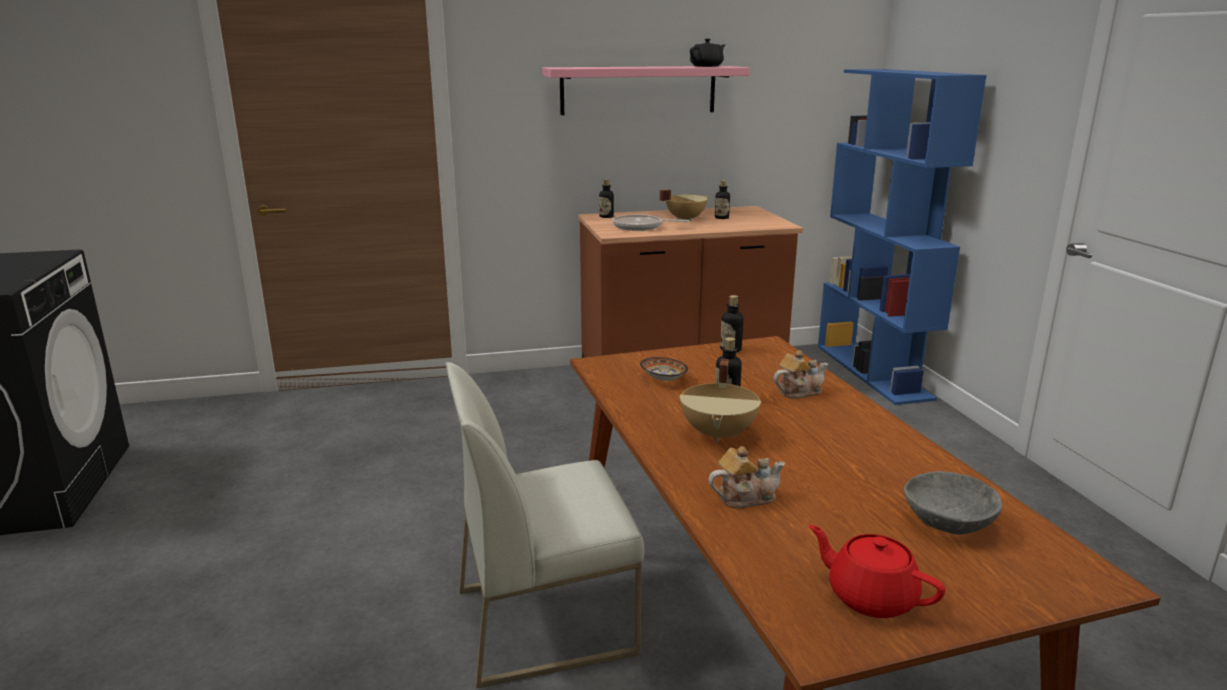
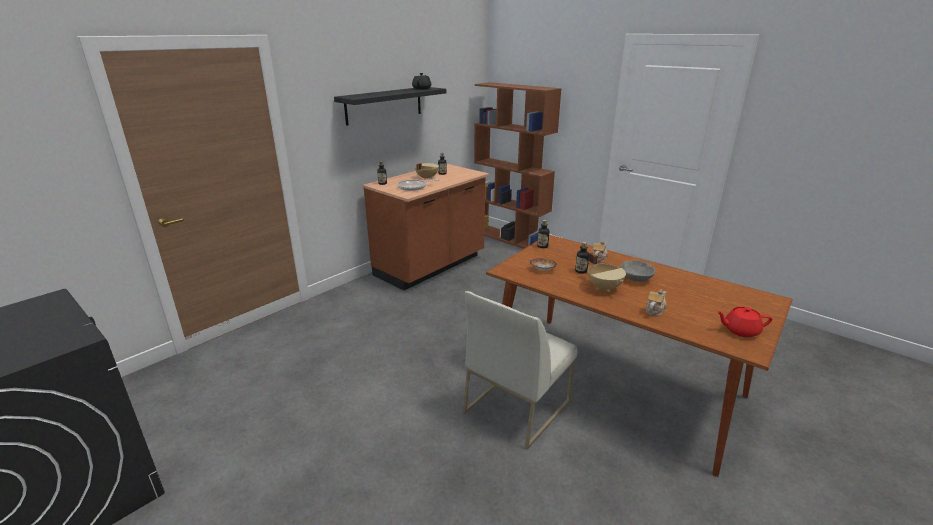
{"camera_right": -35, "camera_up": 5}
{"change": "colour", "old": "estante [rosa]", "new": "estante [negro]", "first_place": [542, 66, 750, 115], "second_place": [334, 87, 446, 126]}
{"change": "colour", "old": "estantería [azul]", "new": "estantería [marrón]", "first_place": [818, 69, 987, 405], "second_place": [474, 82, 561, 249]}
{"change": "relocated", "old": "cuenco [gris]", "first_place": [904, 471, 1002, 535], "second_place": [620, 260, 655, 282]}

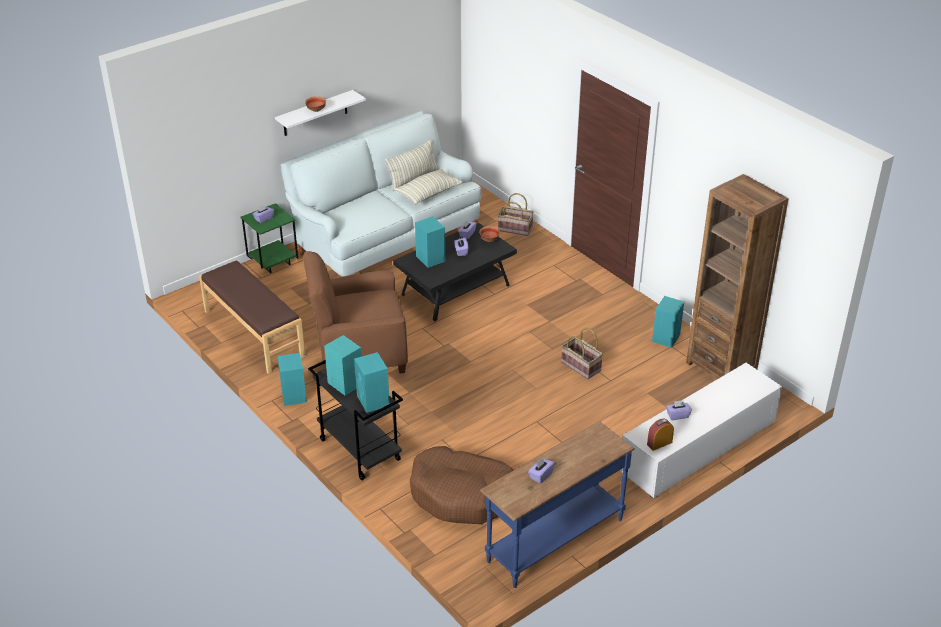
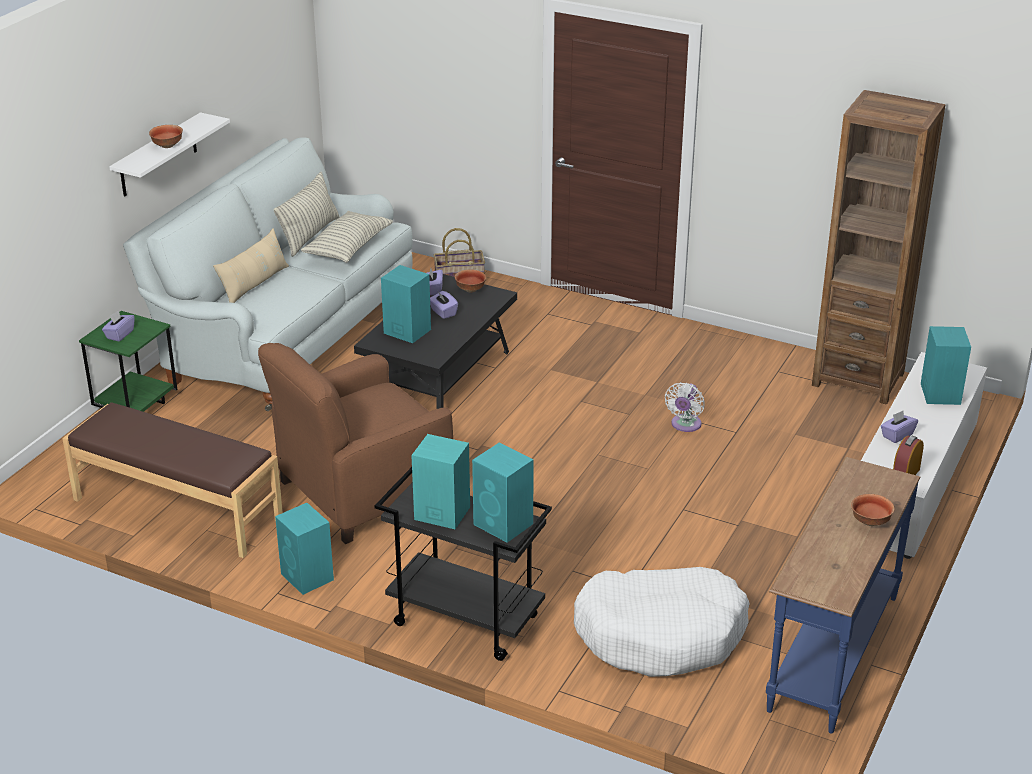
{"camera_right": -25, "camera_up": -5}
{"change": "colour", "old": "cama para perro [marrón]", "new": "cama para perro [blanco]", "first_place": [410, 446, 514, 524], "second_place": [574, 567, 750, 677]}
{"change": "missing", "old": "caja de pañuelos [morado]", "first_place": [528, 458, 555, 484]}
{"change": "exchanged", "old": "cesta", "new": "ventilador [blanco]", "first_place": [561, 328, 603, 379], "second_place": [665, 382, 705, 432]}
{"change": "relocated", "old": "altavoz [turquesa]", "first_place": [652, 296, 684, 348], "second_place": [921, 326, 971, 405]}
{"change": "appeared", "new": "cojín [beis]", "second_place": [213, 228, 289, 303]}
{"change": "appeared", "new": "cuenco", "second_place": [851, 494, 895, 526]}

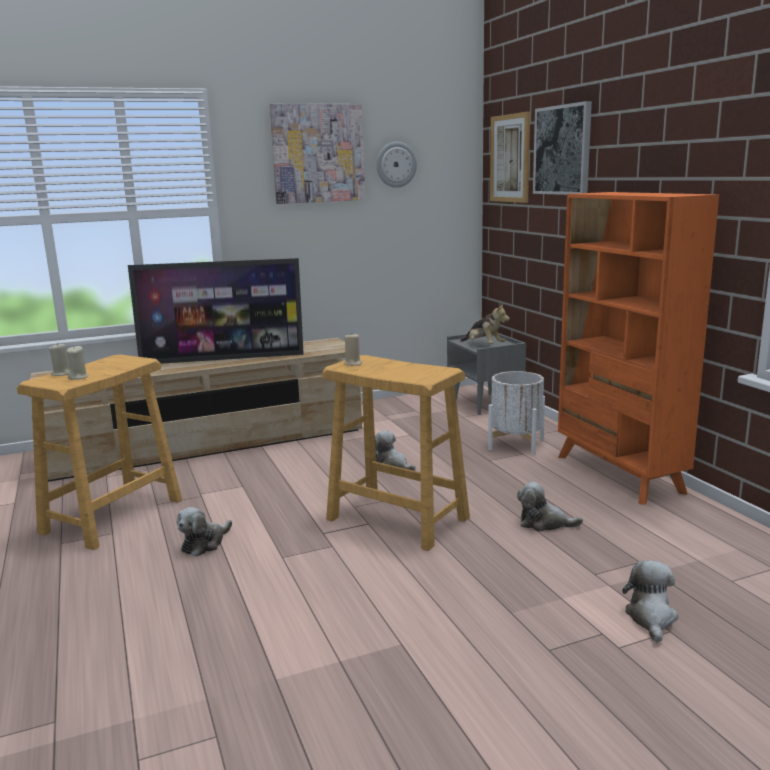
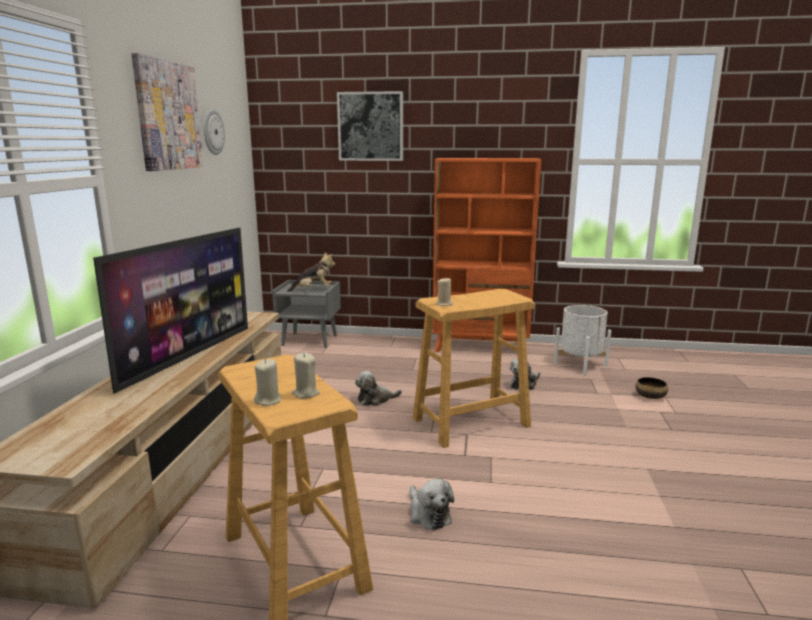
{"camera_right": -60, "camera_up": 0}
{"change": "relocated", "old": "maceta [blanco]", "first_place": [488, 371, 545, 455], "second_place": [554, 305, 611, 375]}
{"change": "missing", "old": "cuadro", "first_place": [490, 111, 530, 203]}
{"change": "exchanged", "old": "peluche", "new": "cuenco", "first_place": [622, 560, 678, 643], "second_place": [635, 377, 668, 399]}

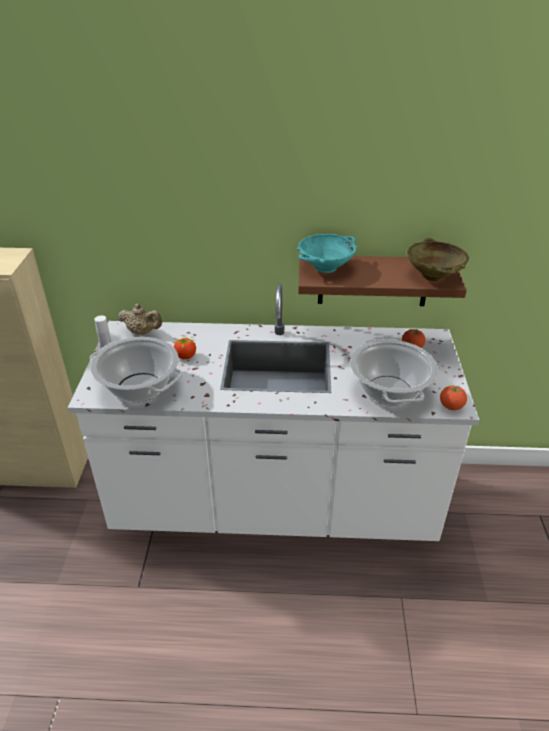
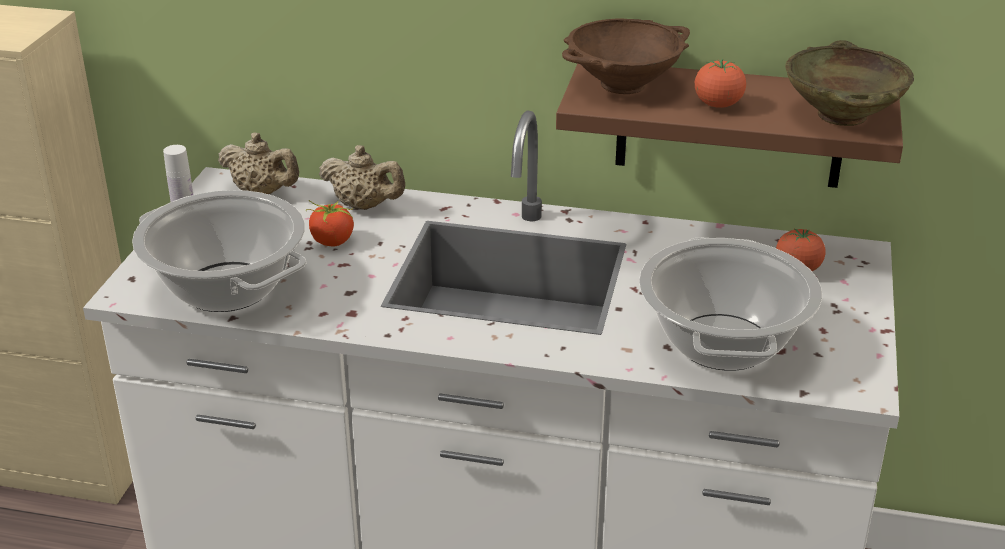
{"camera_right": 10, "camera_up": -5}
{"change": "colour", "old": "cuenco [turquesa]", "new": "cuenco [marrón]", "first_place": [297, 234, 358, 273], "second_place": [562, 19, 690, 94]}
{"change": "relocated", "old": "tomate", "first_place": [440, 385, 467, 410], "second_place": [695, 59, 746, 108]}
{"change": "appeared", "new": "tetera [beis]", "second_place": [319, 145, 405, 210]}

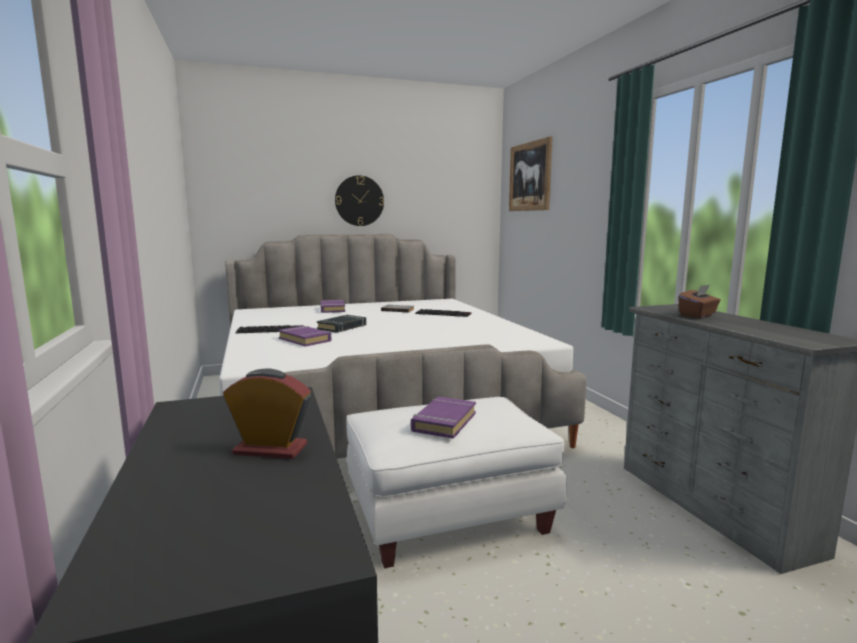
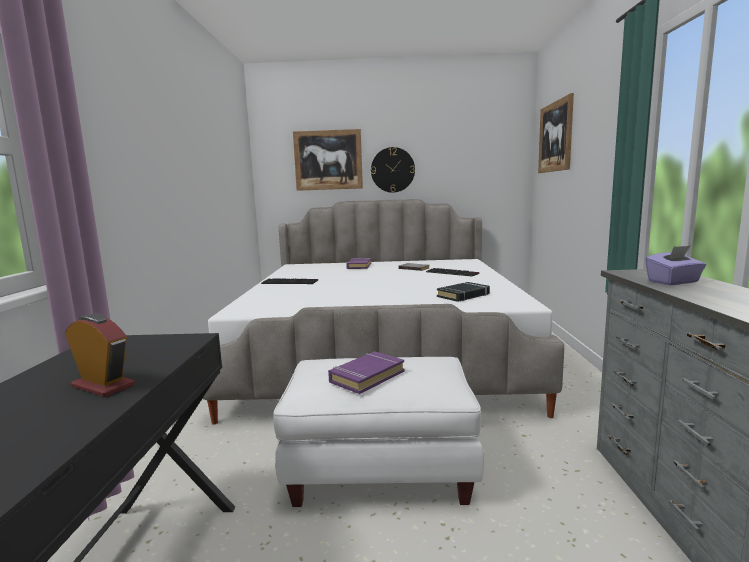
{"camera_right": 20, "camera_up": 0}
{"change": "missing", "old": "libro [morado]", "first_place": [278, 326, 331, 347]}
{"change": "relocated", "old": "libro [negro]", "first_place": [317, 315, 366, 333], "second_place": [437, 282, 490, 302]}
{"change": "colour", "old": "caja de pañuelos [marrón]", "new": "caja de pañuelos [morado]", "first_place": [678, 285, 721, 318], "second_place": [645, 245, 706, 285]}
{"change": "appeared", "new": "cuadro", "second_place": [293, 129, 363, 191]}

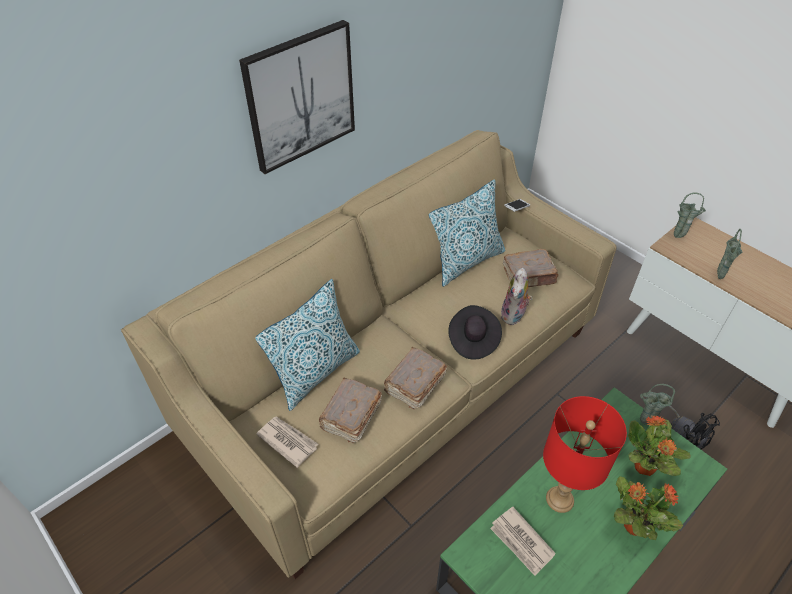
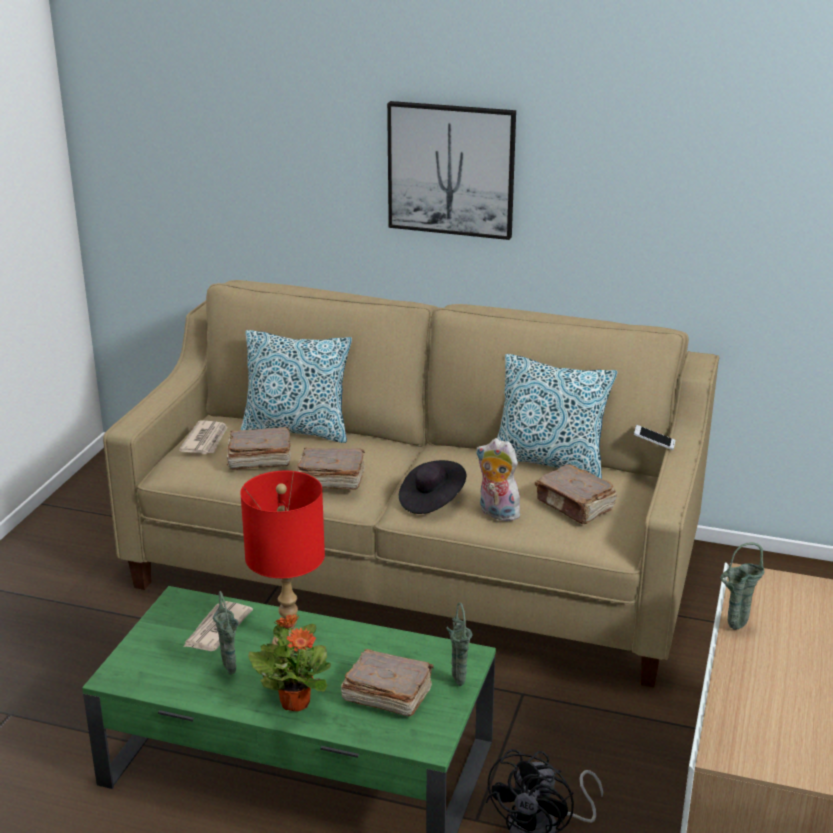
{"camera_right": 60, "camera_up": -20}
{"change": "spun", "old": "peluche", "first_place": [501, 267, 533, 325], "second_place": [476, 438, 520, 521], "degrees": 45}
{"change": "exchanged", "old": "planta en maceta", "new": "libro [marrón]", "first_place": [628, 416, 691, 476], "second_place": [341, 649, 434, 717]}
{"change": "relocated", "old": "florero [verde]", "first_place": [674, 193, 706, 238], "second_place": [213, 591, 239, 675]}

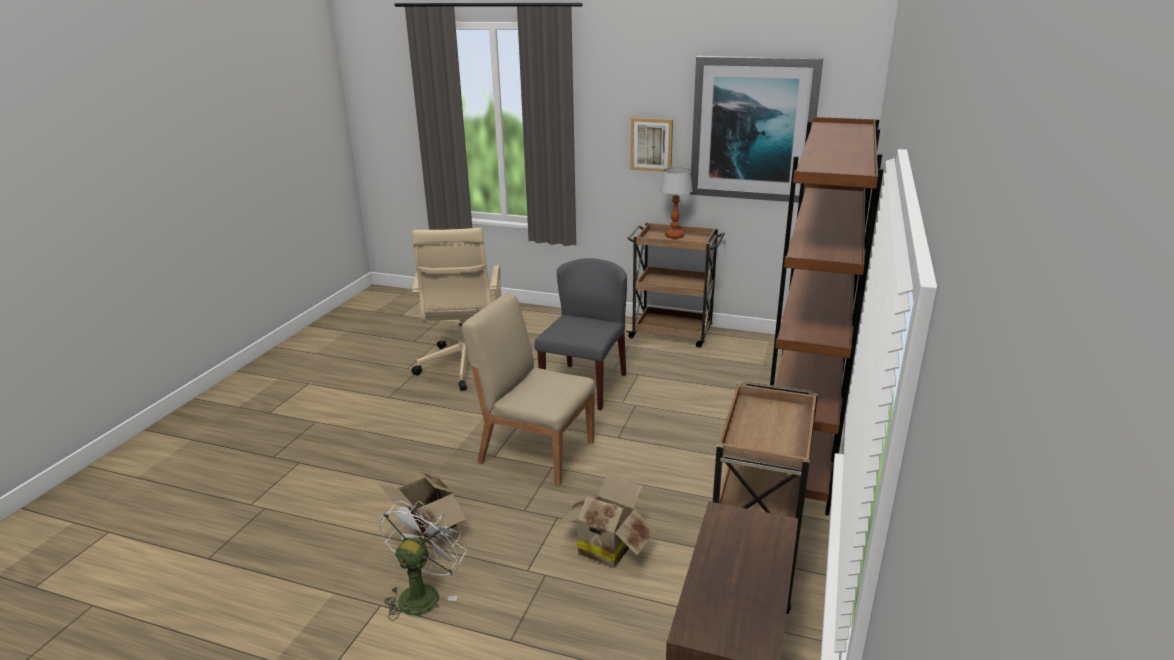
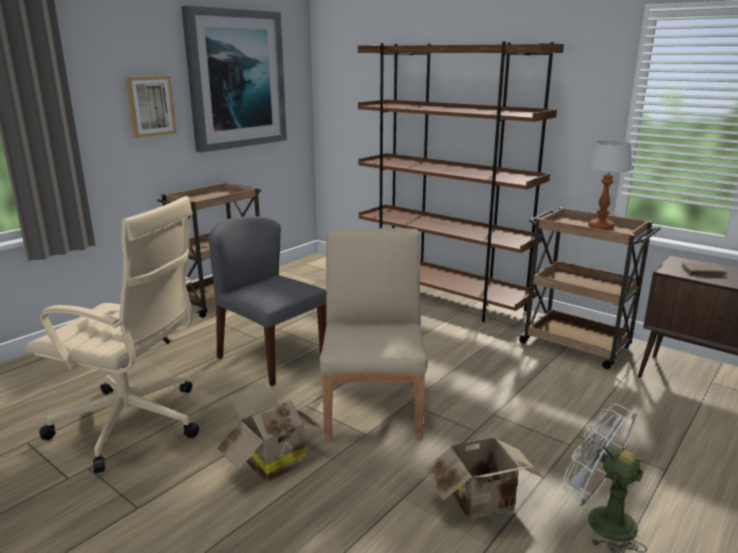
{"camera_right": -70, "camera_up": -5}
{"change": "spun", "old": "silla [beis]", "first_place": [462, 293, 595, 486], "second_place": [320, 228, 428, 439], "degrees": 135}
{"change": "relocated", "old": "caja de cartón", "first_place": [557, 474, 655, 568], "second_place": [217, 382, 326, 482]}
{"change": "relocated", "old": "lámpara de mesa", "first_place": [660, 167, 693, 239], "second_place": [587, 140, 632, 230]}
{"change": "appeared", "new": "libro [marrón]", "second_place": [681, 263, 729, 275]}

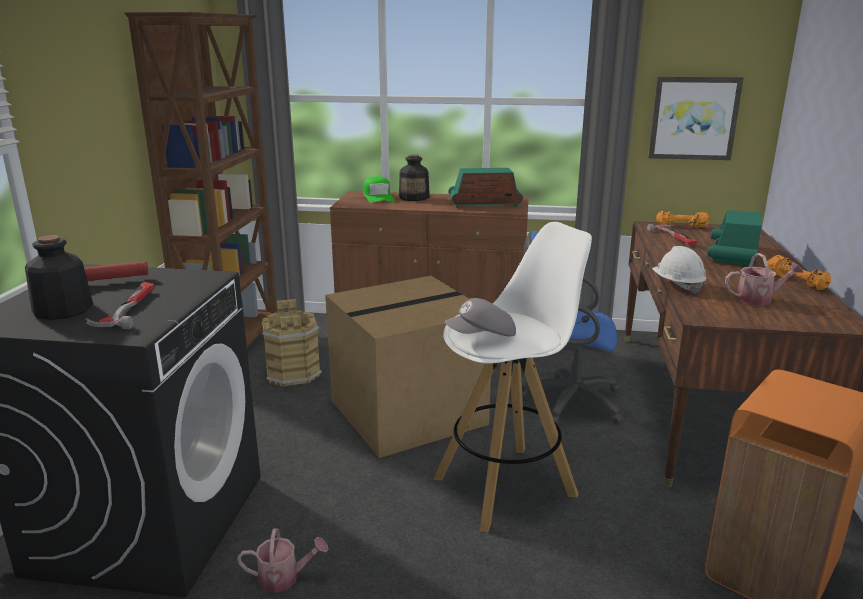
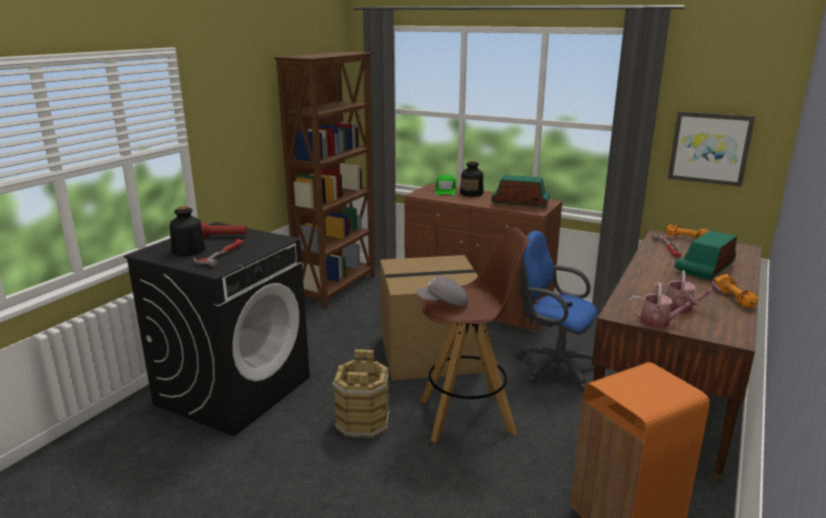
{"camera_right": 20, "camera_up": 0}
{"change": "relocated", "old": "regadera", "first_place": [237, 528, 329, 593], "second_place": [628, 283, 699, 328]}
{"change": "relocated", "old": "cubo [marrón]", "first_place": [262, 299, 322, 387], "second_place": [332, 349, 389, 438]}
{"change": "colour", "old": "taburete [blanco]", "new": "taburete [marrón]", "first_place": [433, 222, 592, 533], "second_place": [419, 228, 530, 443]}
{"change": "missing", "old": "casco [blanco]", "first_place": [652, 246, 706, 294]}

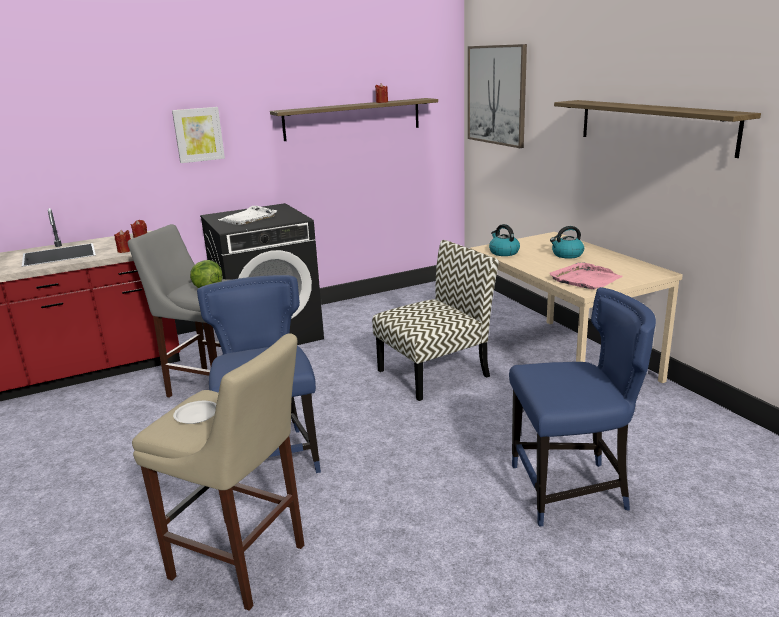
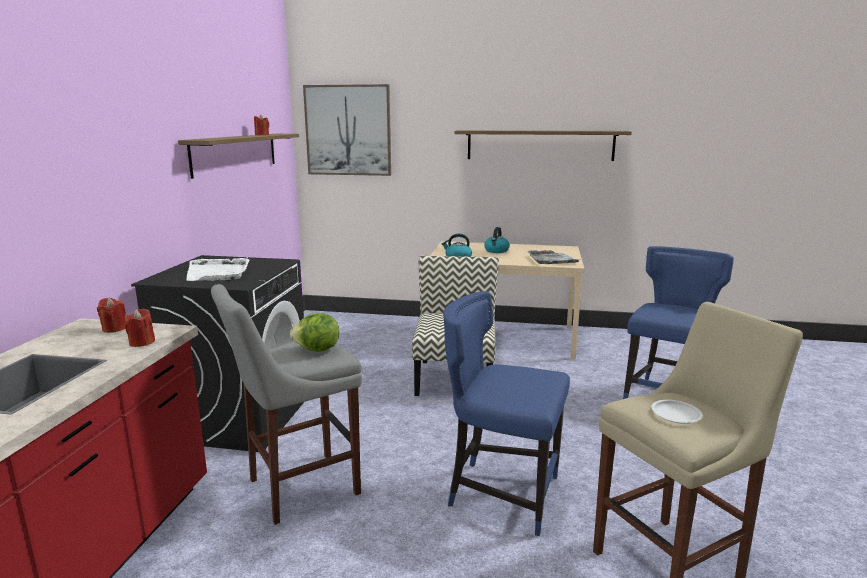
{"camera_right": -55, "camera_up": -5}
{"change": "missing", "old": "cuadro", "first_place": [172, 107, 225, 163]}
{"change": "colour", "old": "bandeja [rosa]", "new": "bandeja [gris]", "first_place": [550, 262, 622, 290], "second_place": [527, 250, 579, 264]}

